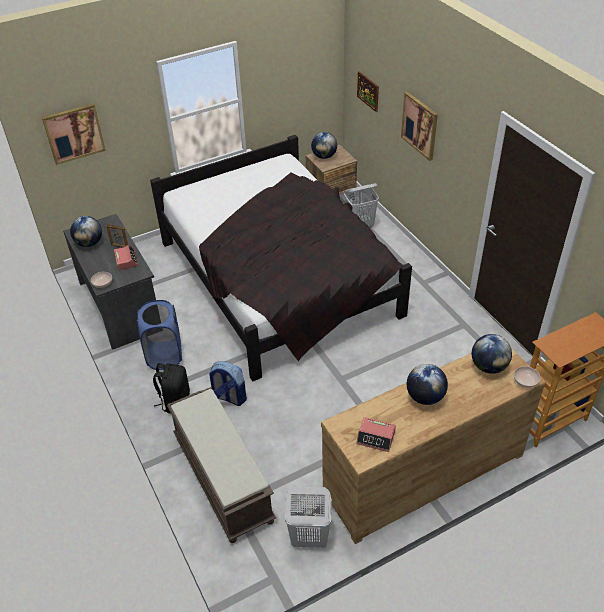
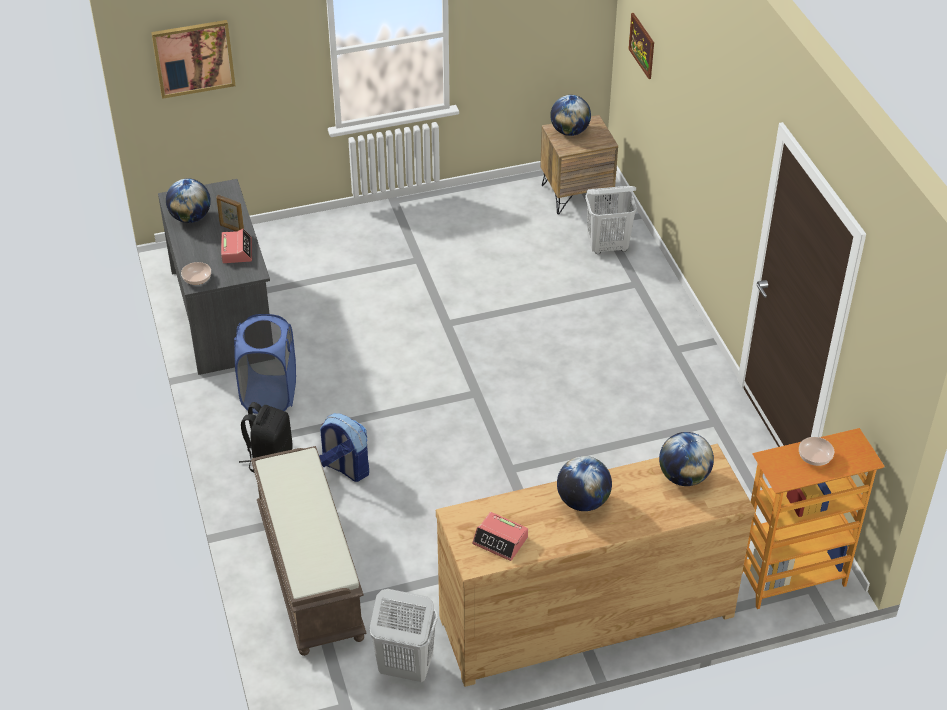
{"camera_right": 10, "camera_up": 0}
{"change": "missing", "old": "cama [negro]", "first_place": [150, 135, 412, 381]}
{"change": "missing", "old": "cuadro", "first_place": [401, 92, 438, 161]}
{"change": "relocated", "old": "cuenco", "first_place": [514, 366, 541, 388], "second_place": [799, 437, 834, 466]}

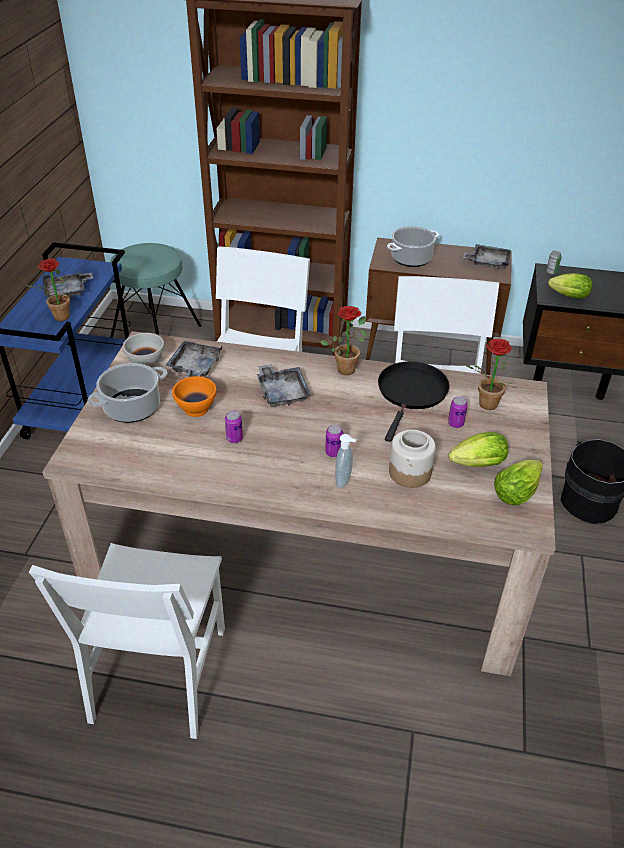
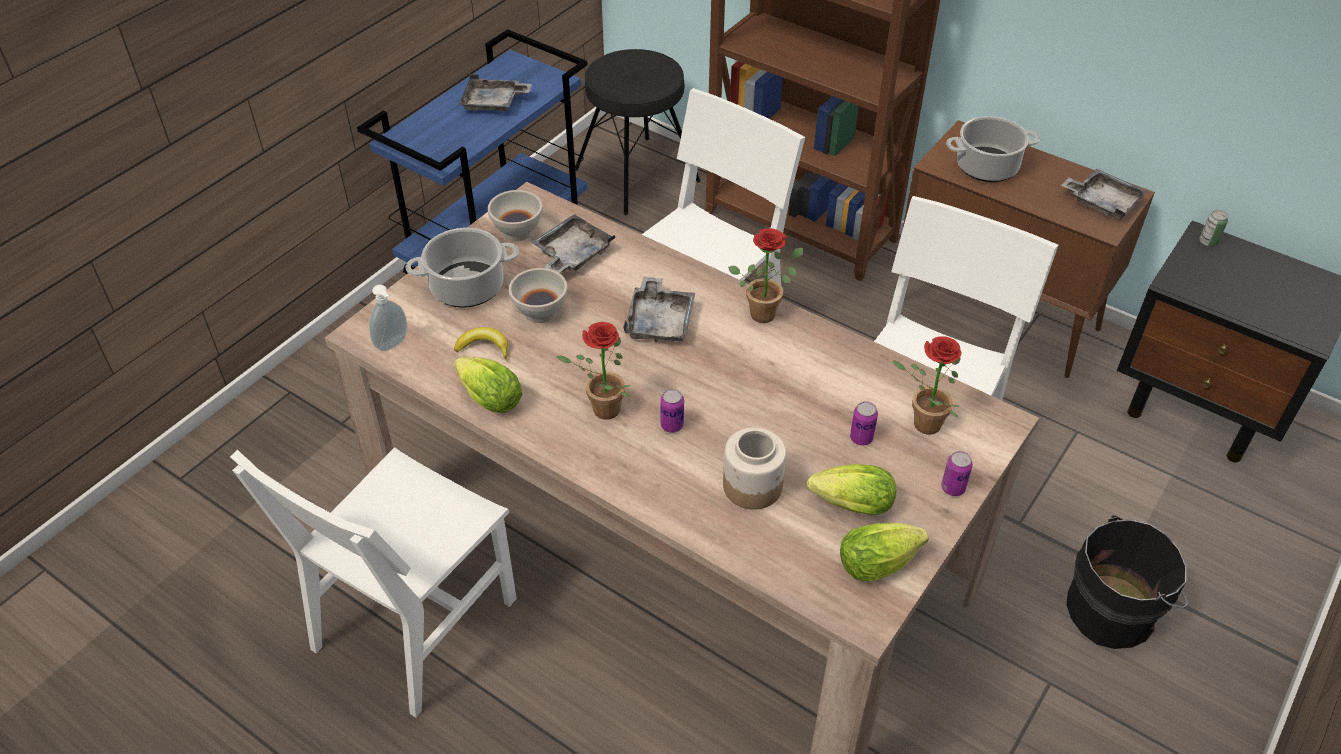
{"camera_right": 25, "camera_up": 5}
{"change": "relocated", "old": "planta en maceta", "first_place": [25, 259, 74, 321], "second_place": [556, 322, 631, 420]}
{"change": "colour", "old": "taburete [turquesa]", "new": "taburete [negro]", "first_place": [110, 243, 201, 338], "second_place": [575, 49, 700, 215]}
{"change": "colour", "old": "cuenco [naranja]", "new": "cuenco [blanco]", "first_place": [172, 376, 217, 417], "second_place": [509, 268, 568, 323]}
{"change": "relocated", "old": "lata", "first_place": [225, 411, 243, 443], "second_place": [941, 451, 973, 496]}
{"change": "relocated", "old": "dispensador de jabón", "first_place": [335, 434, 356, 488], "second_place": [369, 285, 407, 351]}
{"change": "missing", "old": "sartén [negro]", "first_place": [378, 361, 450, 442]}
{"change": "relocated", "old": "lechuga", "first_place": [548, 273, 592, 299], "second_place": [454, 357, 523, 413]}
{"change": "appeared", "new": "plátano", "second_place": [454, 327, 508, 359]}

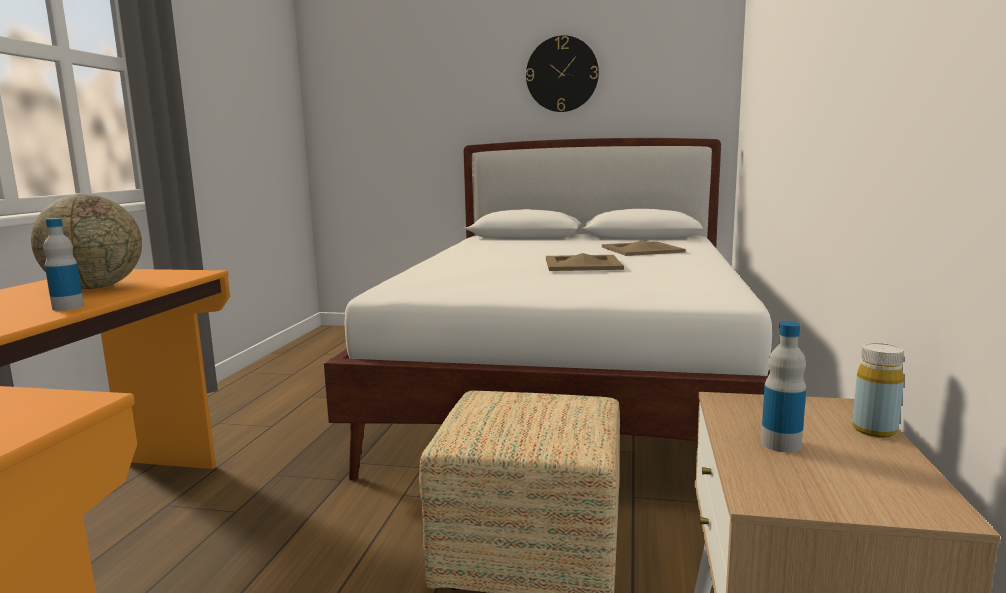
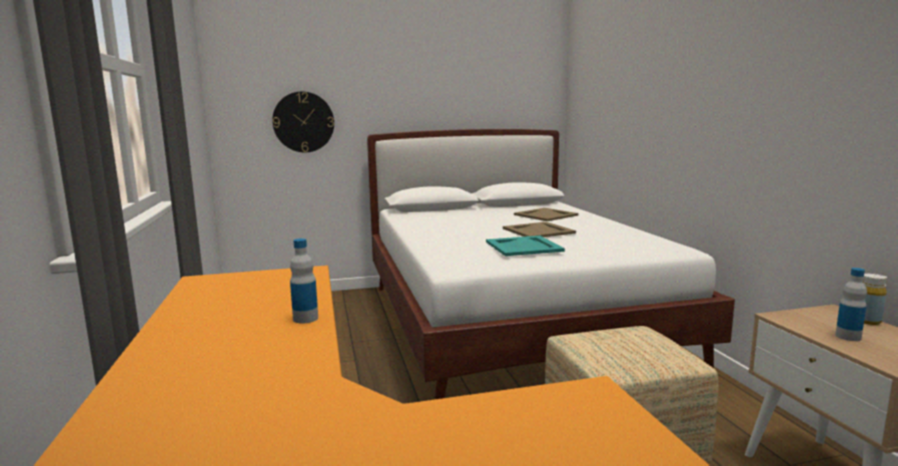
{"camera_right": -25, "camera_up": 0}
{"change": "missing", "old": "globo terráqueo", "first_place": [31, 194, 142, 289]}
{"change": "relocated", "old": "reloj de pared", "first_place": [526, 35, 599, 112], "second_place": [272, 91, 334, 152]}
{"change": "appeared", "new": "bandeja [turquesa]", "second_place": [486, 236, 565, 256]}

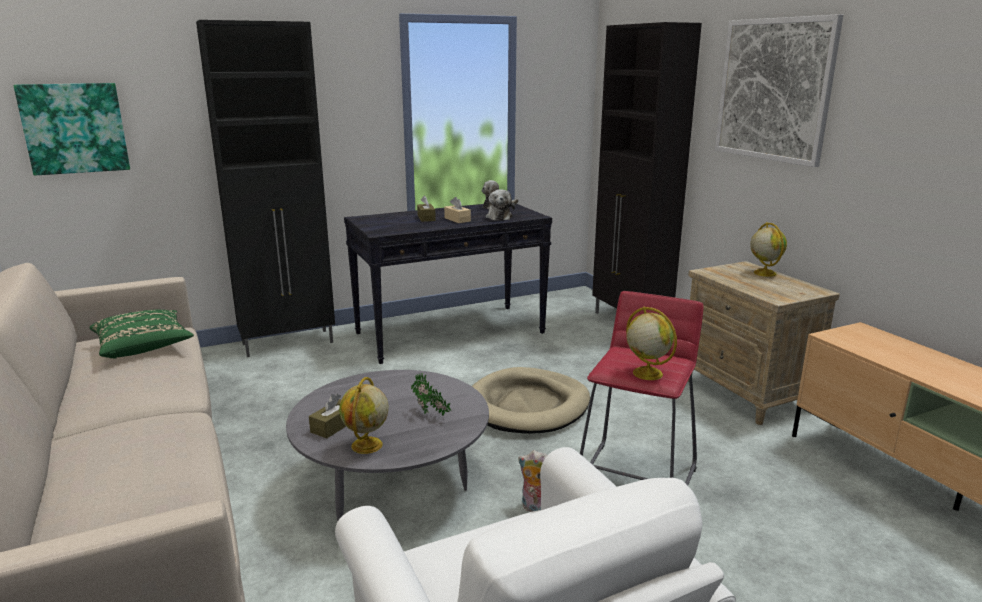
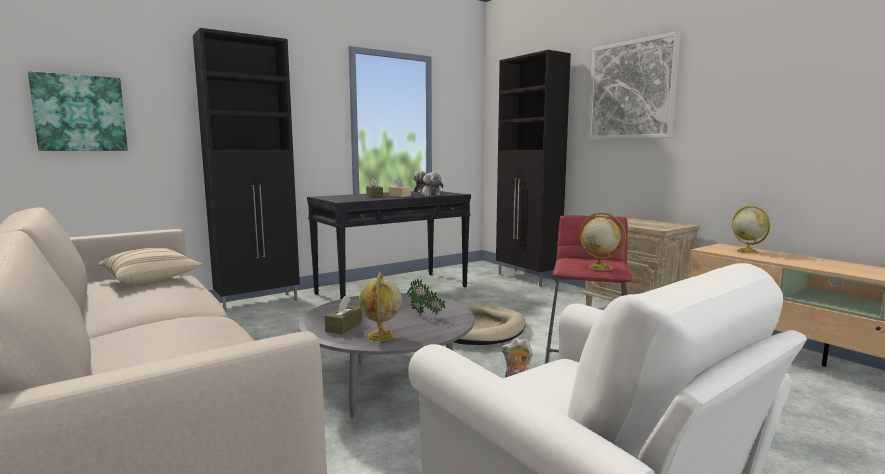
{"camera_right": -10, "camera_up": -10}
{"change": "colour", "old": "cojín [verde]", "new": "cojín [beis]", "first_place": [89, 310, 194, 358], "second_place": [98, 248, 203, 285]}
{"change": "relocated", "old": "globo terráqueo", "first_place": [750, 222, 787, 277], "second_place": [732, 206, 770, 254]}

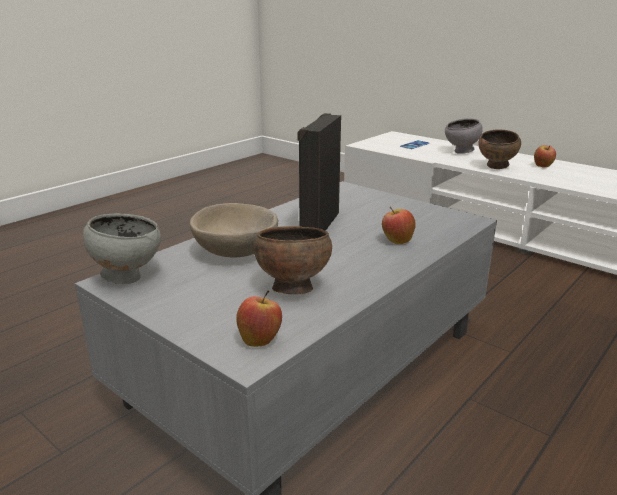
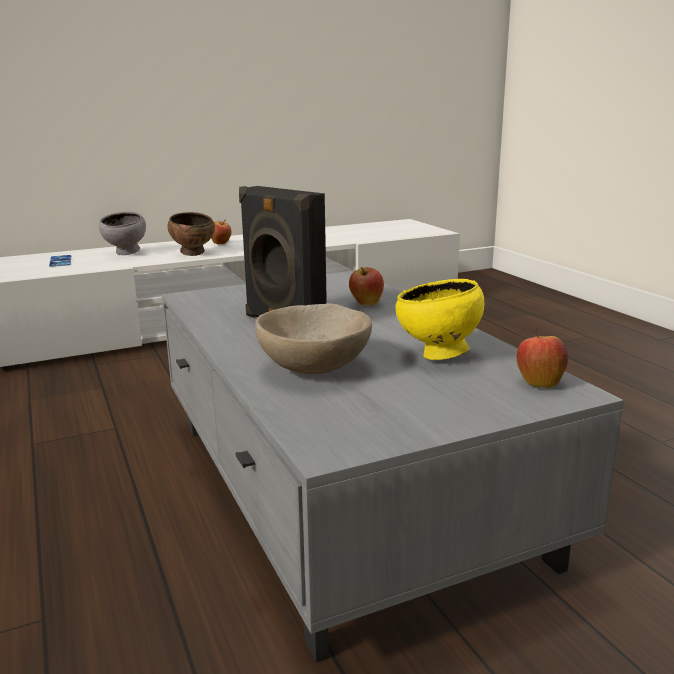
{"camera_right": -65, "camera_up": -5}
{"change": "missing", "old": "cuenco [gris]", "first_place": [83, 213, 161, 284]}
{"change": "colour", "old": "cuenco [marrón]", "new": "cuenco [amarillo]", "first_place": [253, 226, 332, 294], "second_place": [395, 279, 484, 360]}

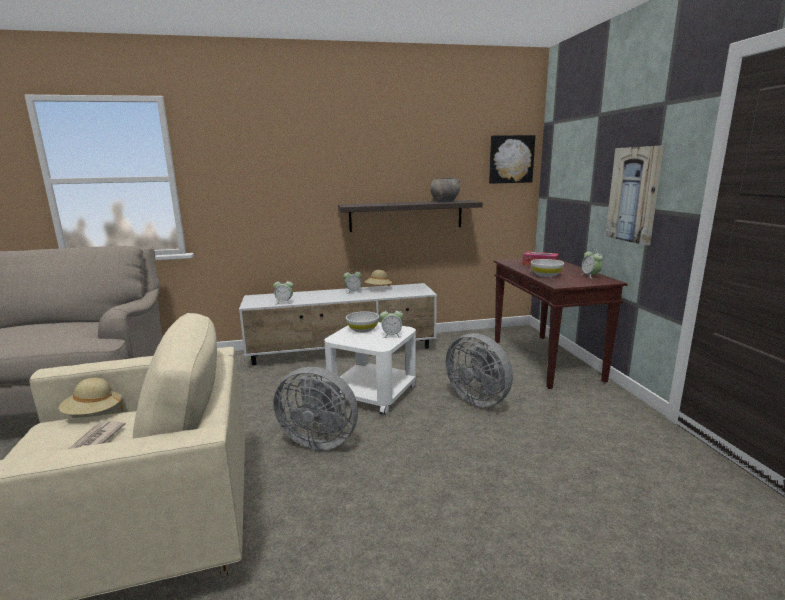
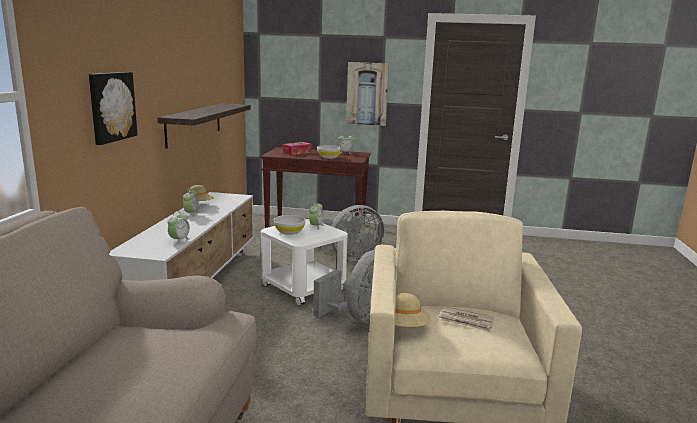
{"camera_right": -70, "camera_up": 0}
{"change": "missing", "old": "cuenco [gris]", "first_place": [430, 178, 461, 202]}
{"change": "relocated", "old": "cuadro", "first_place": [489, 135, 535, 184], "second_place": [89, 72, 138, 145]}

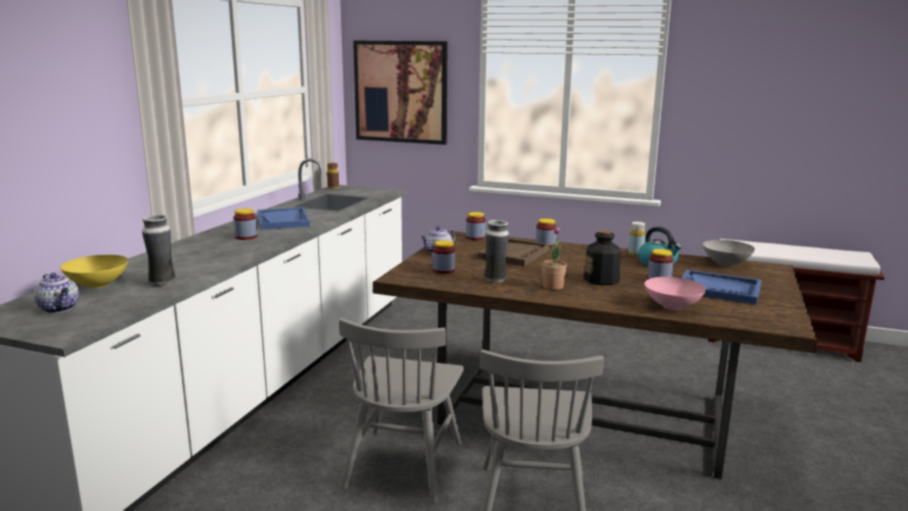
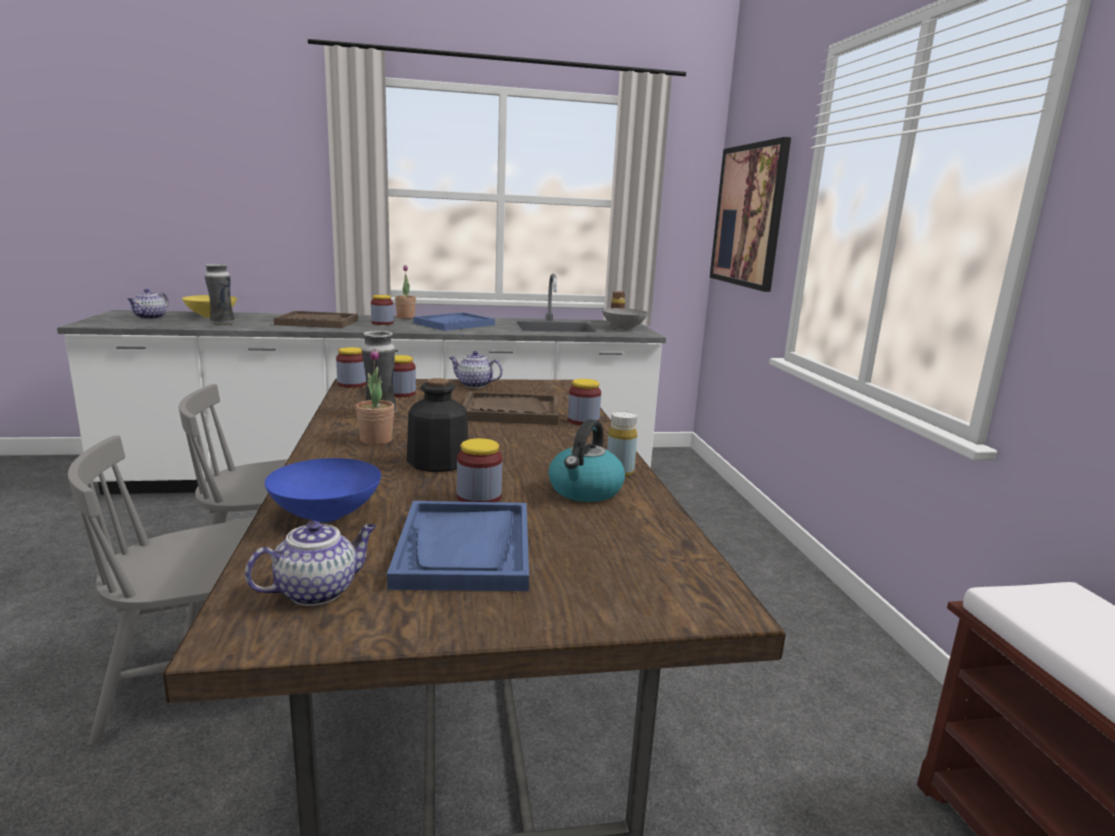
{"camera_right": 60, "camera_up": 0}
{"change": "relocated", "old": "tarro", "first_place": [466, 212, 486, 240], "second_place": [336, 347, 366, 388]}
{"change": "colour", "old": "cuenco [rosa]", "new": "cuenco [azul]", "first_place": [644, 277, 706, 310], "second_place": [265, 458, 381, 523]}
{"change": "relocated", "old": "cuenco [gris]", "first_place": [703, 240, 755, 266], "second_place": [602, 308, 648, 330]}
{"change": "appeared", "new": "tetera", "second_place": [245, 521, 376, 606]}
{"change": "appeared", "new": "bandeja [marrón]", "second_place": [274, 311, 358, 328]}
{"change": "appeared", "new": "planta en maceta", "second_place": [395, 265, 416, 319]}

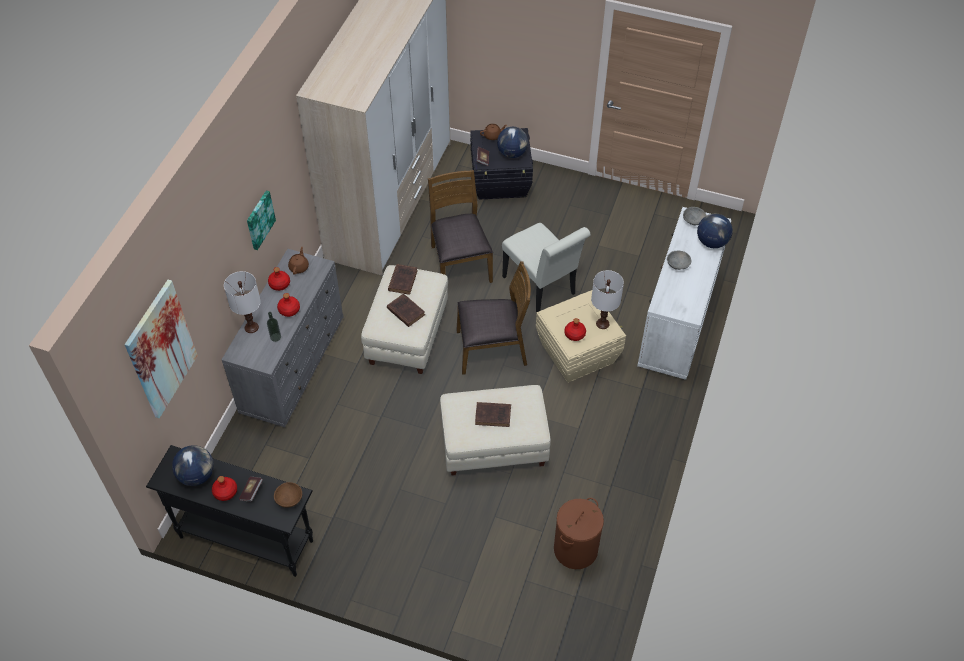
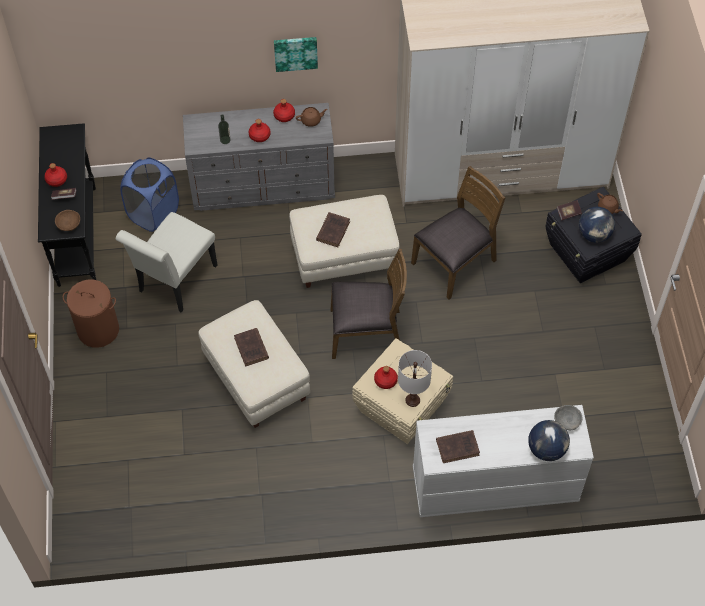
{"camera_right": 65, "camera_up": 5}
{"change": "missing", "old": "cuadro", "first_place": [125, 280, 198, 418]}
{"change": "missing", "old": "globo terráqueo", "first_place": [172, 445, 214, 486]}
{"change": "missing", "old": "lámpara de mesa [blanco]", "first_place": [224, 271, 261, 333]}
{"change": "relocated", "old": "libro [marrón]", "first_place": [388, 264, 418, 295], "second_place": [436, 430, 480, 463]}
{"change": "spun", "old": "silla [marrón]", "first_place": [456, 261, 531, 375], "second_place": [331, 249, 407, 359], "degrees": -60}
{"change": "relocated", "old": "silla [blanco]", "first_place": [502, 223, 591, 313], "second_place": [116, 212, 218, 313]}
{"change": "relocated", "old": "cesto de la ropa [marrón]", "first_place": [554, 498, 604, 569], "second_place": [63, 280, 119, 348]}
{"change": "missing", "old": "cuenco [gris]", "first_place": [667, 251, 691, 270]}
{"change": "appeared", "new": "cesto de la ropa [azul]", "second_place": [120, 157, 179, 232]}

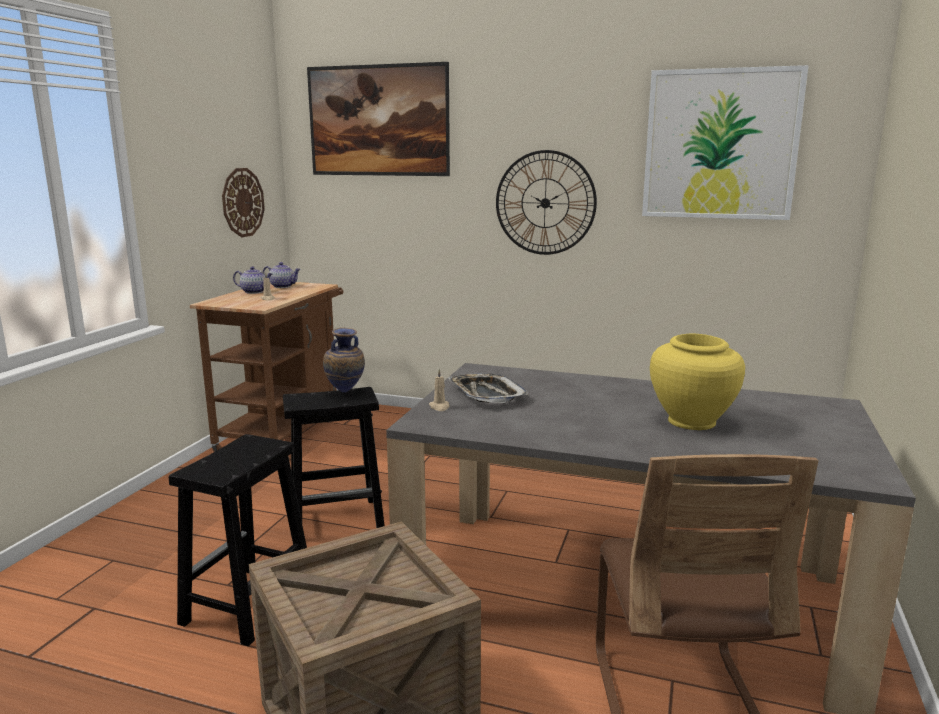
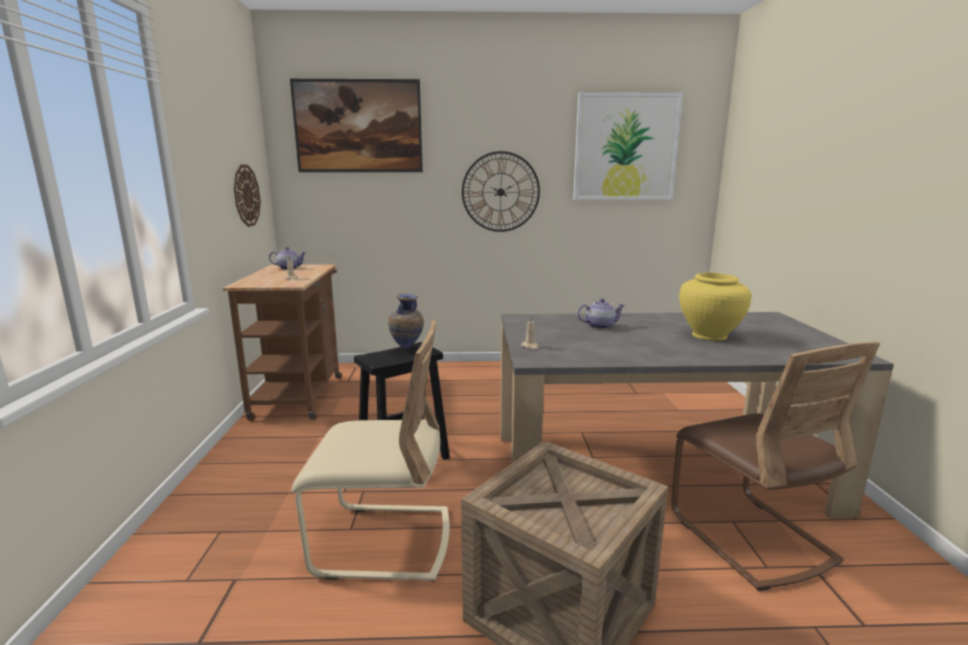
{"camera_right": -20, "camera_up": 0}
{"change": "exchanged", "old": "taburete [negro]", "new": "silla [beis]", "first_place": [169, 434, 307, 646], "second_place": [292, 320, 449, 582]}
{"change": "relocated", "old": "tetera", "first_place": [233, 267, 273, 294], "second_place": [577, 298, 625, 329]}
{"change": "missing", "old": "bandeja", "first_place": [448, 373, 528, 403]}

